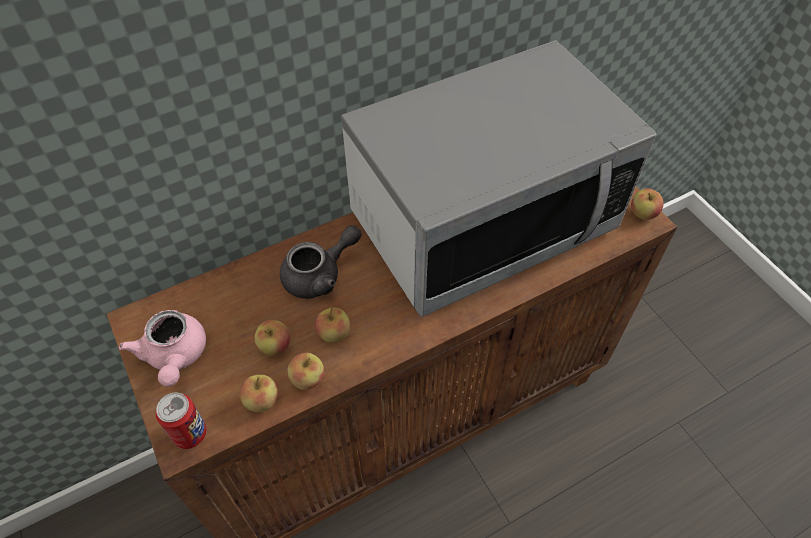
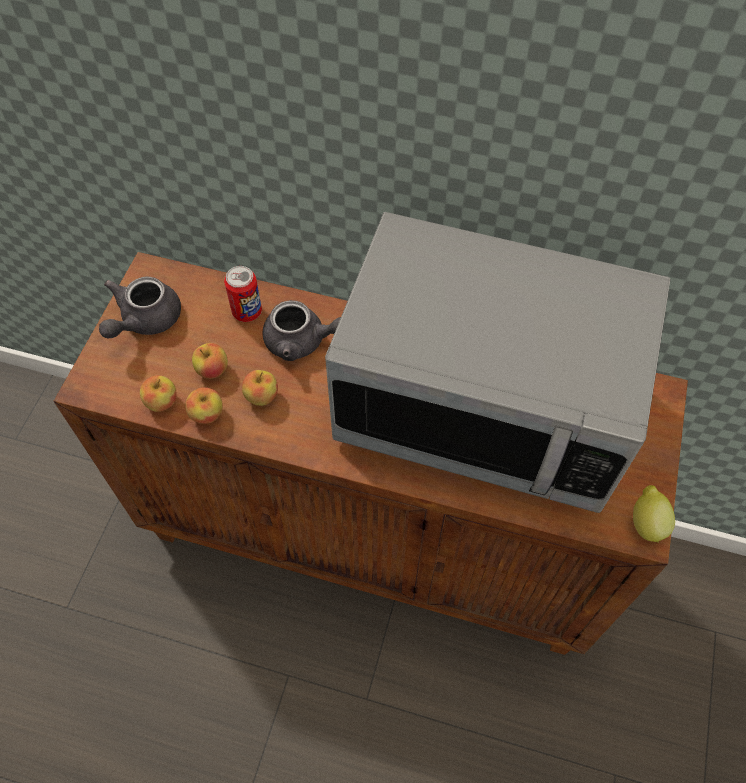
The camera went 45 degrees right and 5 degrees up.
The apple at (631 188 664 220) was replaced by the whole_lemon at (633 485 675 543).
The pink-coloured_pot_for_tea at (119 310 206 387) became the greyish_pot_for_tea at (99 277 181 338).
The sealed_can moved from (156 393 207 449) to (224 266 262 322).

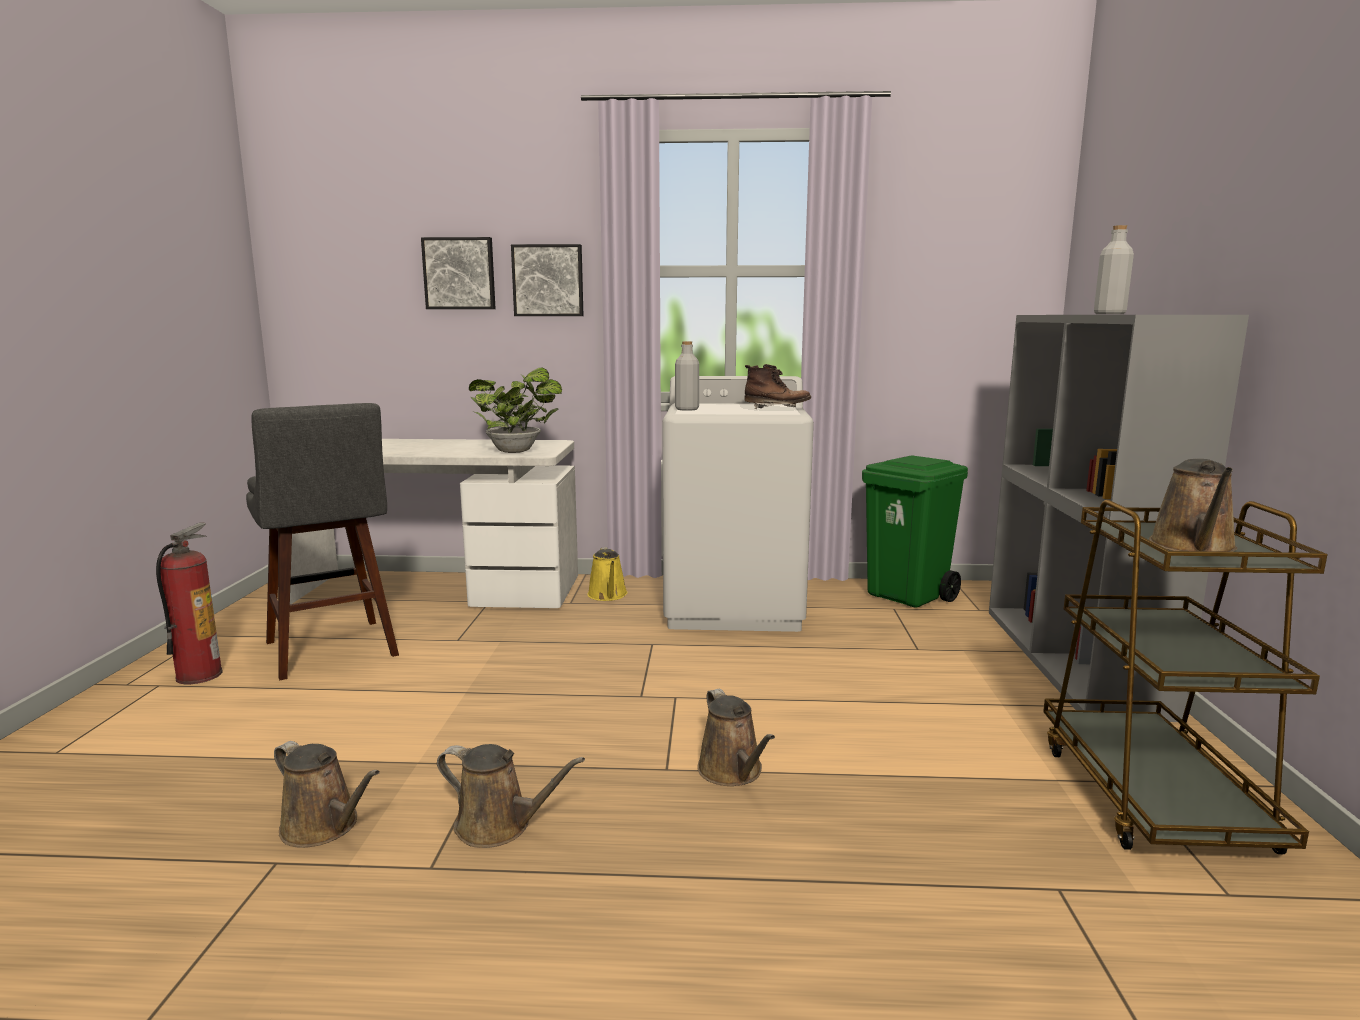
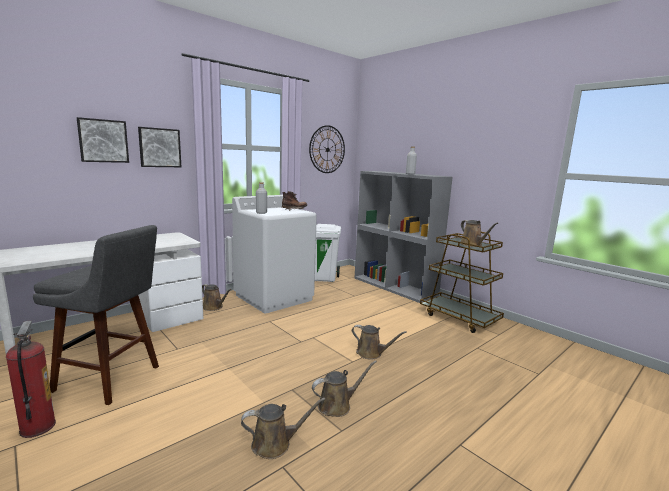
The camera went 45 degrees left and 0 degrees up.
The plant_in_a_pot at (469 367 562 453) disappeared.
The green-coloured_rubbish_bin at (862 455 968 608) became the white-coloured_rubbish_bin at (315 224 341 282).
The yellowish_sprinkling_can at (587 547 628 601) became the brown-coloured_sprinkling_can at (202 284 232 311).
The hanging_clock at (309 125 345 173) appeared.

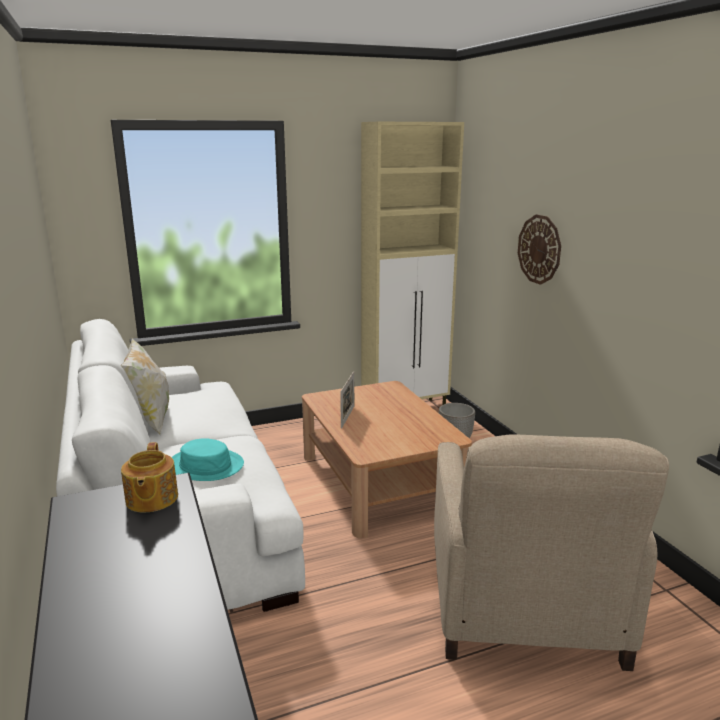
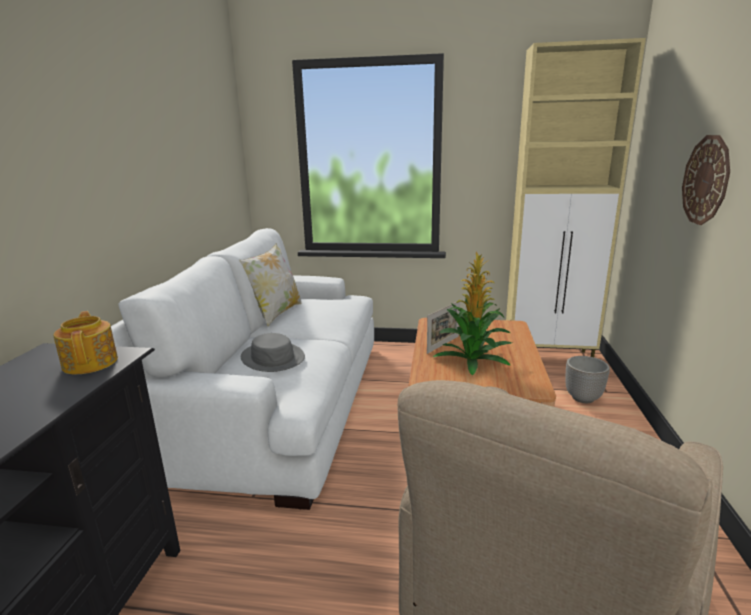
The camera went 30 degrees right and 0 degrees up.
The turquoise_hat at (172 438 244 481) became the greyish_hat at (241 333 305 372).
The pot_for_tea at (121 442 178 512) turned 135 degrees clockwise.
The plant_in_a_pot at (433 252 512 375) appeared.

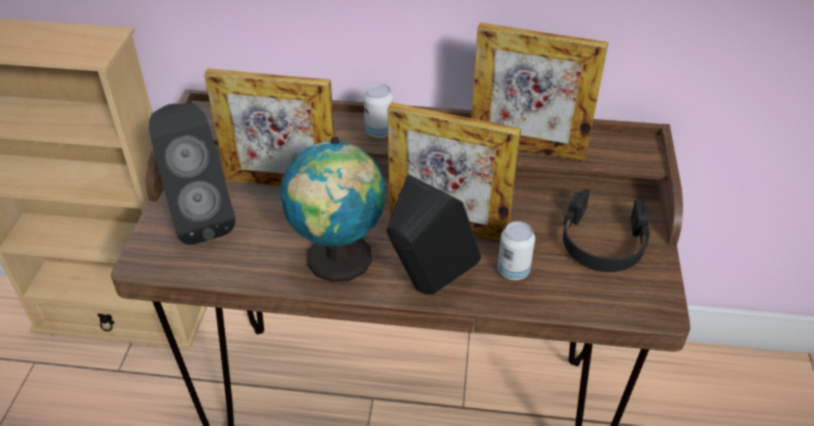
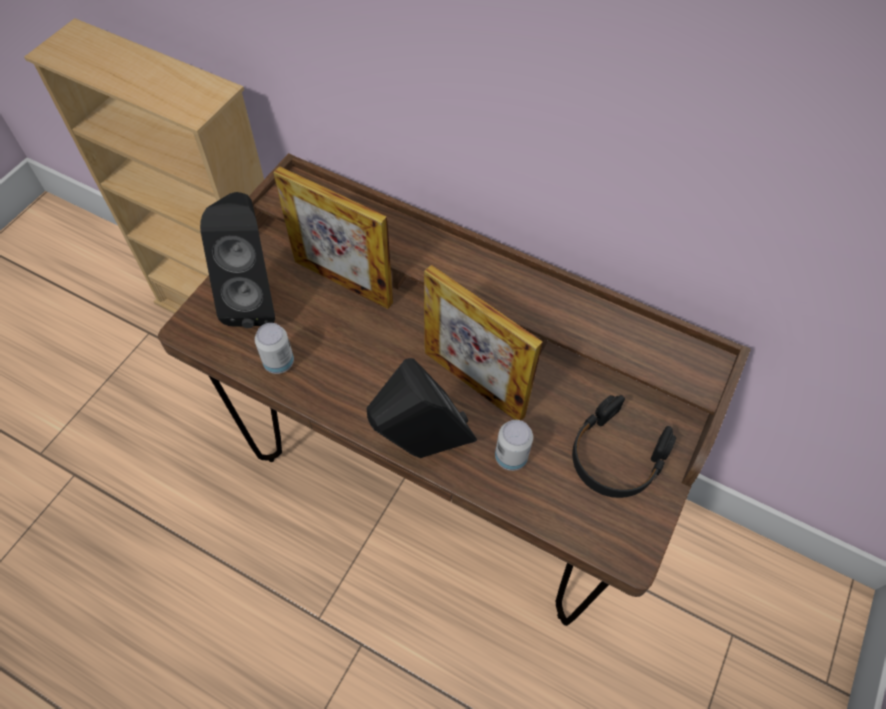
The camera went 20 degrees right and 15 degrees up.
The picture_frame at (471 23 609 162) disappeared.
The sealed_can moved from (364 83 394 138) to (255 323 294 374).
The world_globe at (280 137 386 282) disappeared.

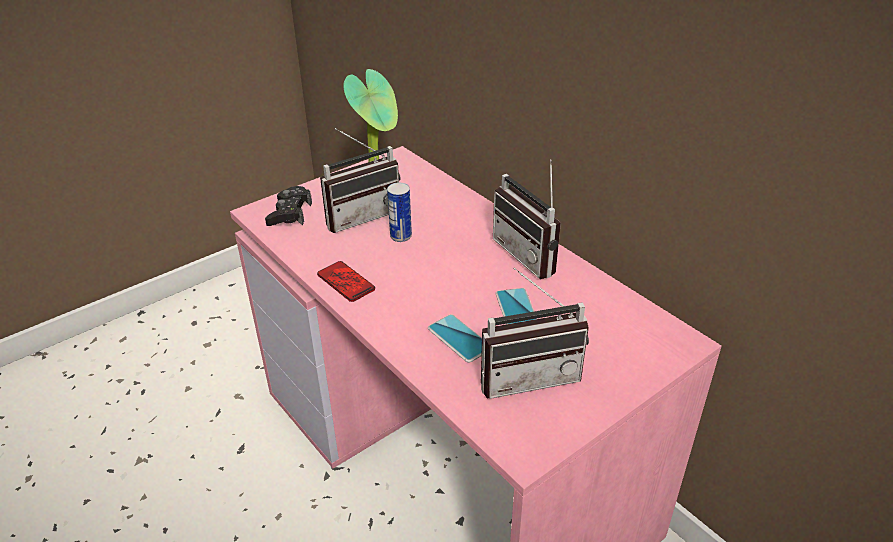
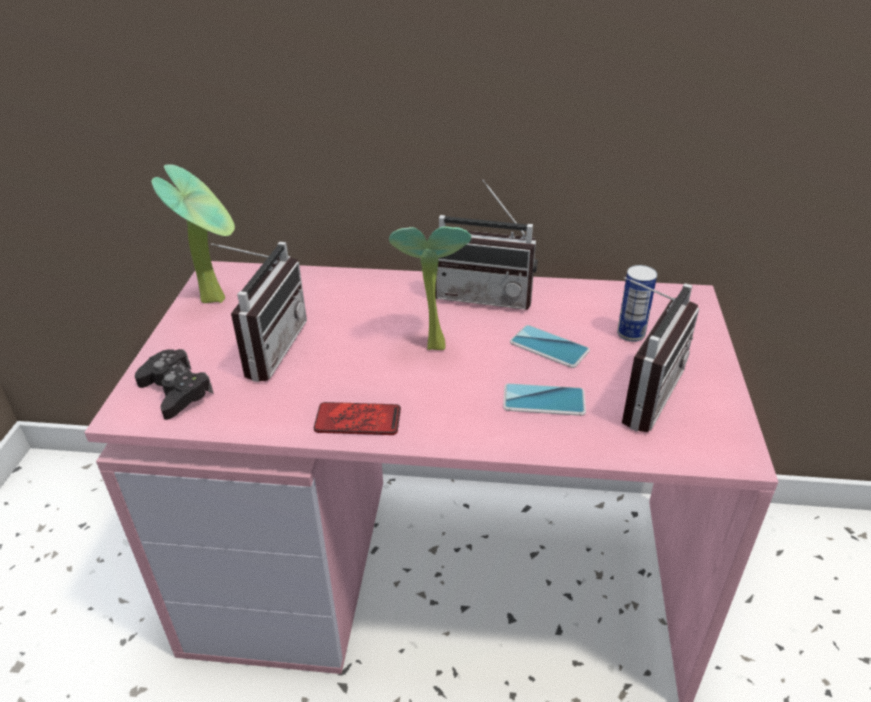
The camera went 45 degrees left and 0 degrees up.
The sealed_can moved from (387 183 412 242) to (617 265 657 342).
The plant_in_a_pot at (389 226 471 350) appeared.

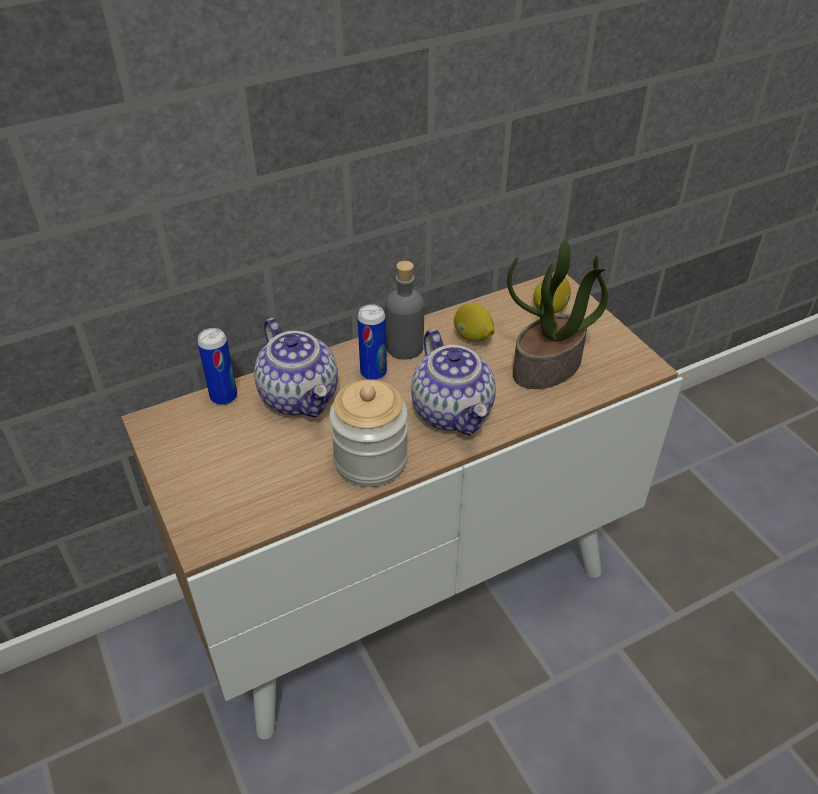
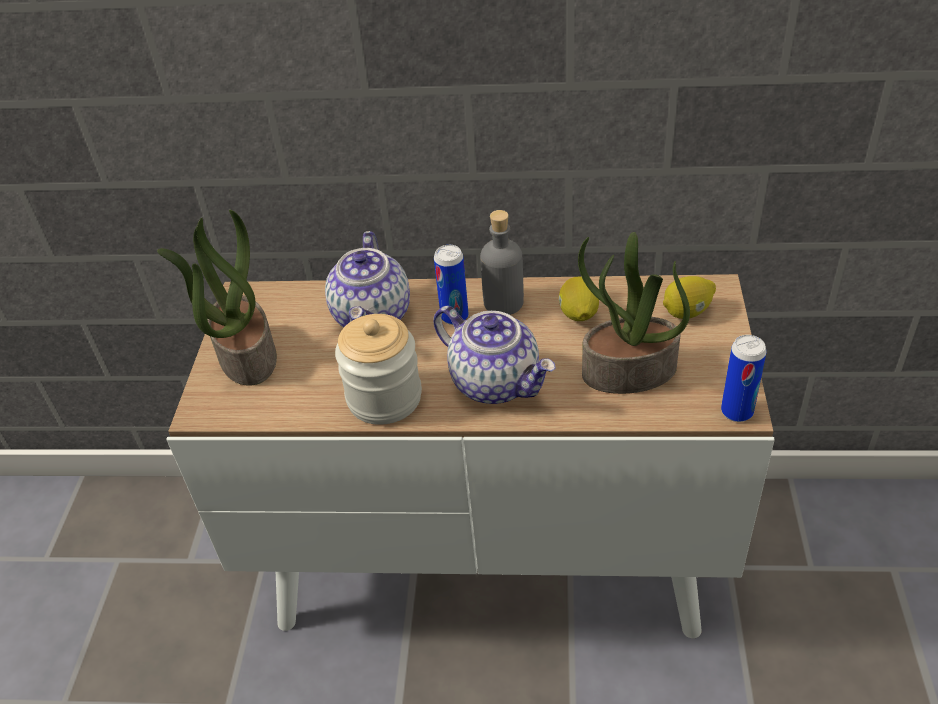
The camera went 35 degrees right and 0 degrees up.
The sealed_can moved from (197 328 237 405) to (721 335 767 422).
The pot_for_tea at (411 329 496 436) turned 60 degrees counterclockwise.
The plant_in_a_pot at (157 210 277 386) appeared.

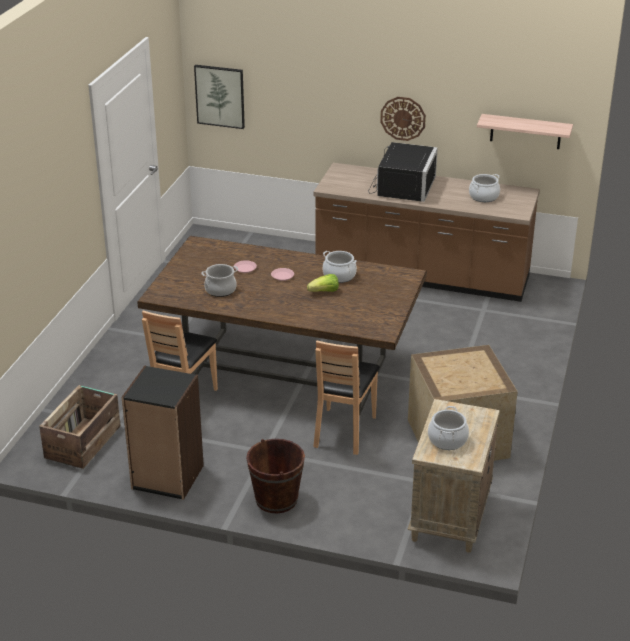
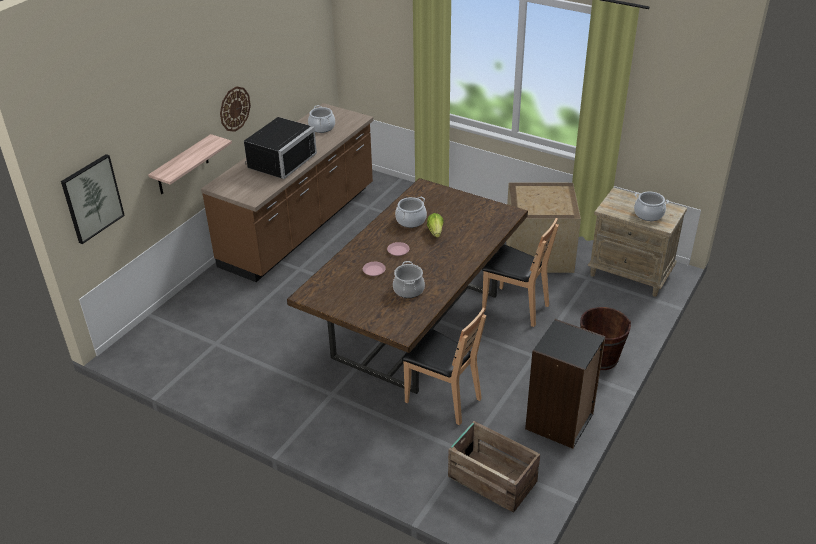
The camera went 75 degrees left and 5 degrees up.
The shelf moved from (477 114 573 149) to (148 134 232 194).
The blackish_microwave at (368 142 438 202) turned 90 degrees clockwise.

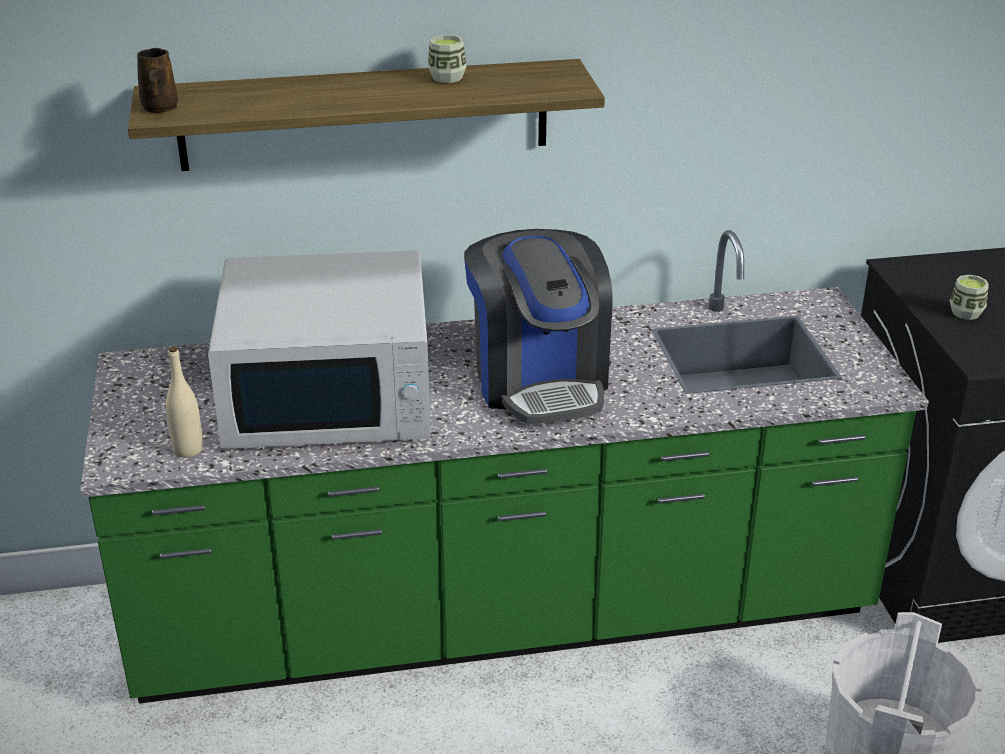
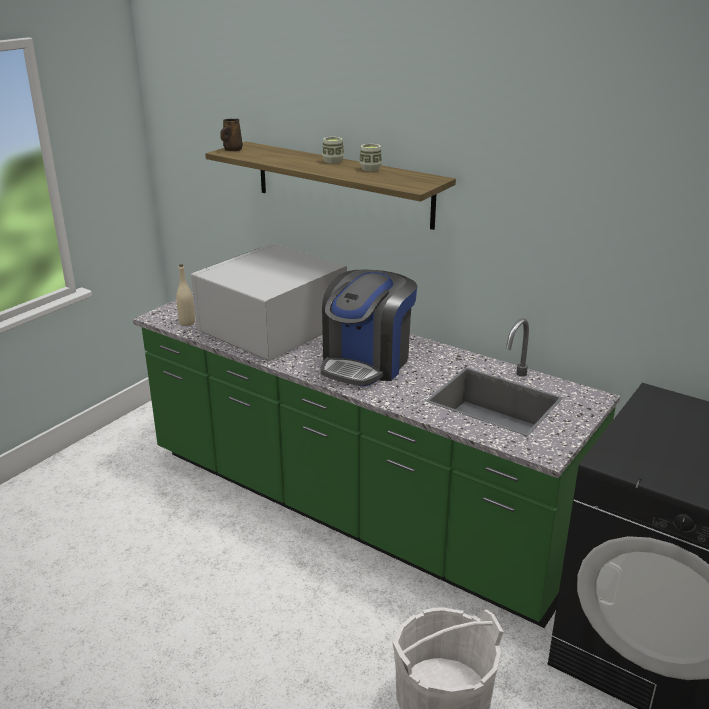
The camera went 45 degrees right and 5 degrees down.
The white-coloured_microwave at (208 250 431 449) turned 90 degrees clockwise.
The small_cup moved from (950 275 989 320) to (322 137 344 164).

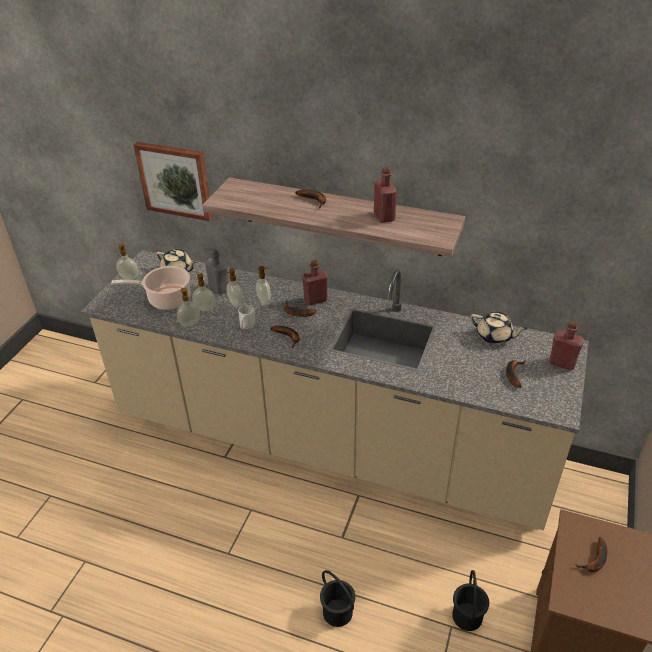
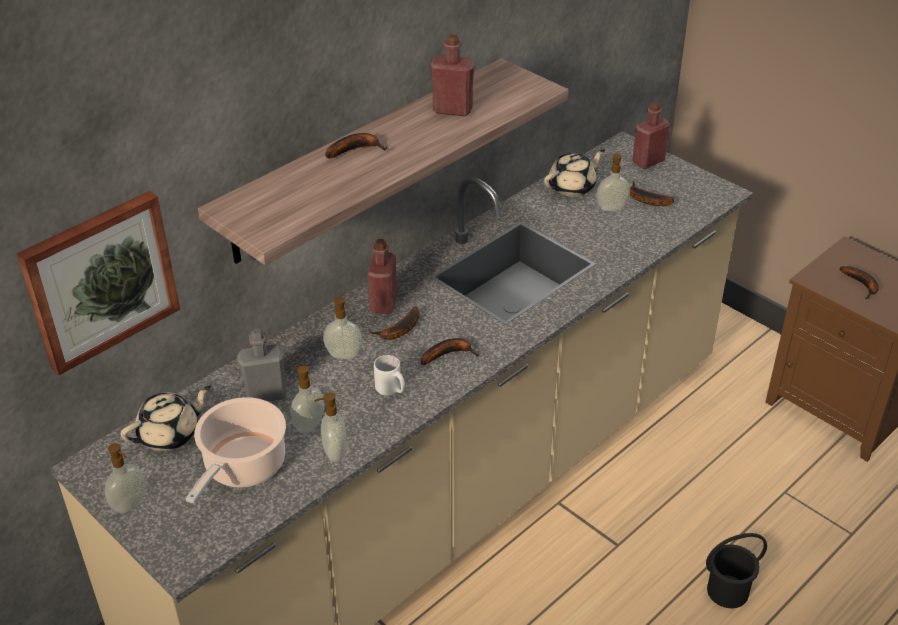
The camera went 65 degrees left and 0 degrees up.
The soap_bottle moved from (225 268 243 308) to (597 154 630 211).
The blackish_water_bucket at (452 570 489 631) disappeared.

